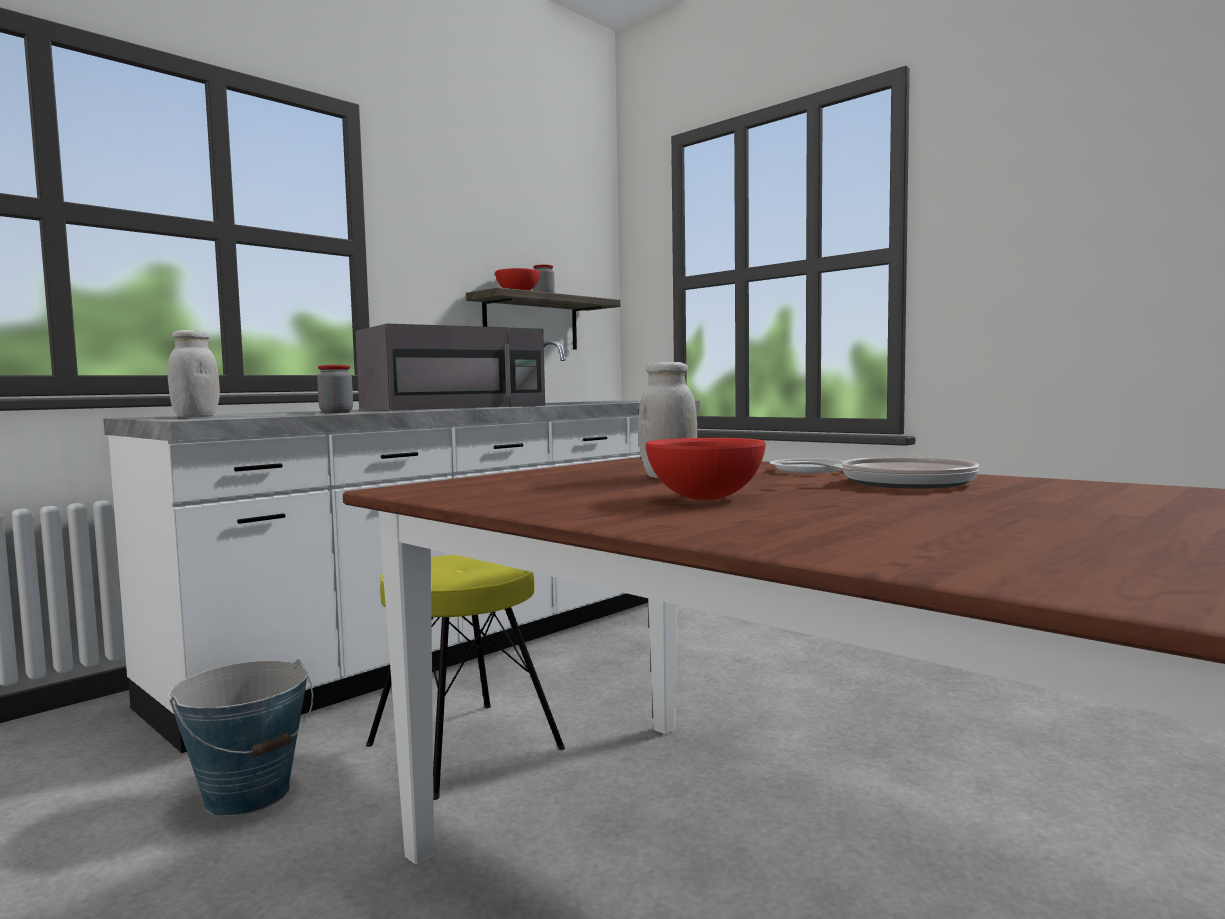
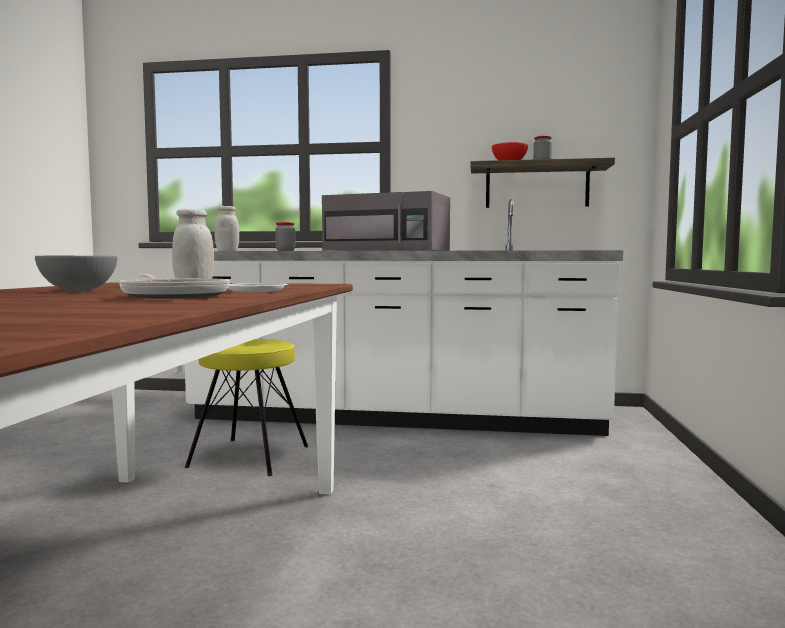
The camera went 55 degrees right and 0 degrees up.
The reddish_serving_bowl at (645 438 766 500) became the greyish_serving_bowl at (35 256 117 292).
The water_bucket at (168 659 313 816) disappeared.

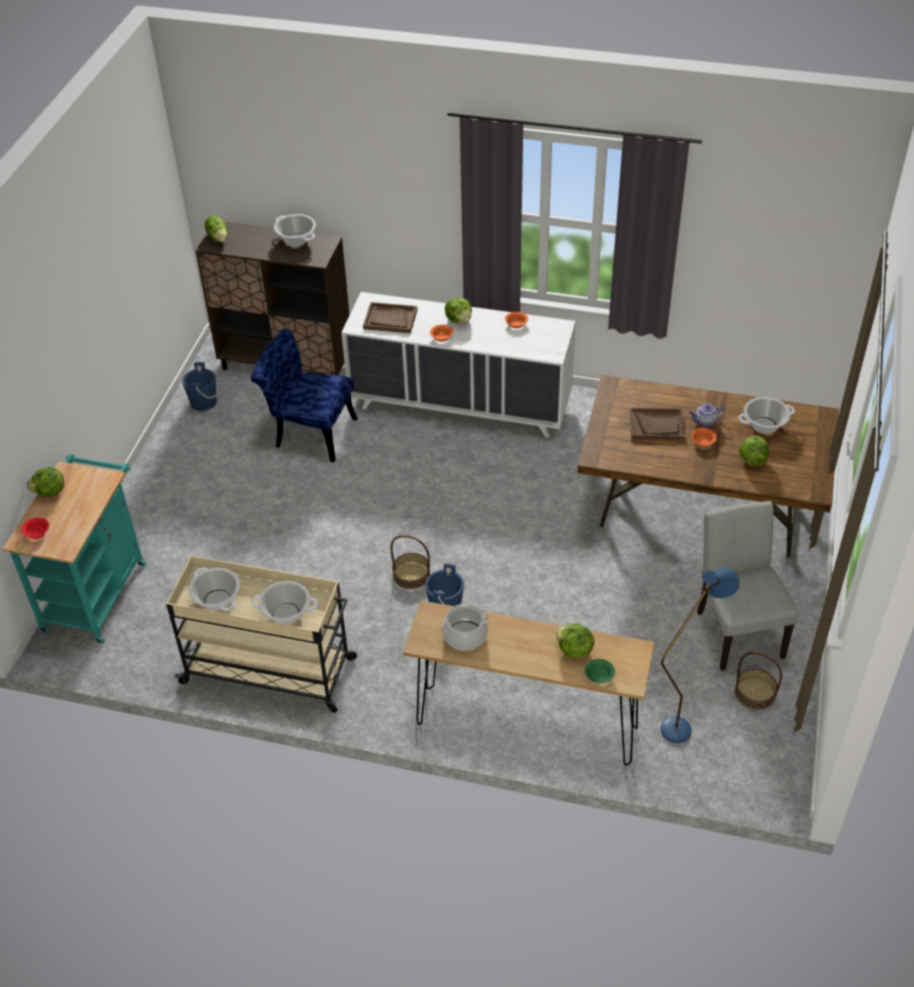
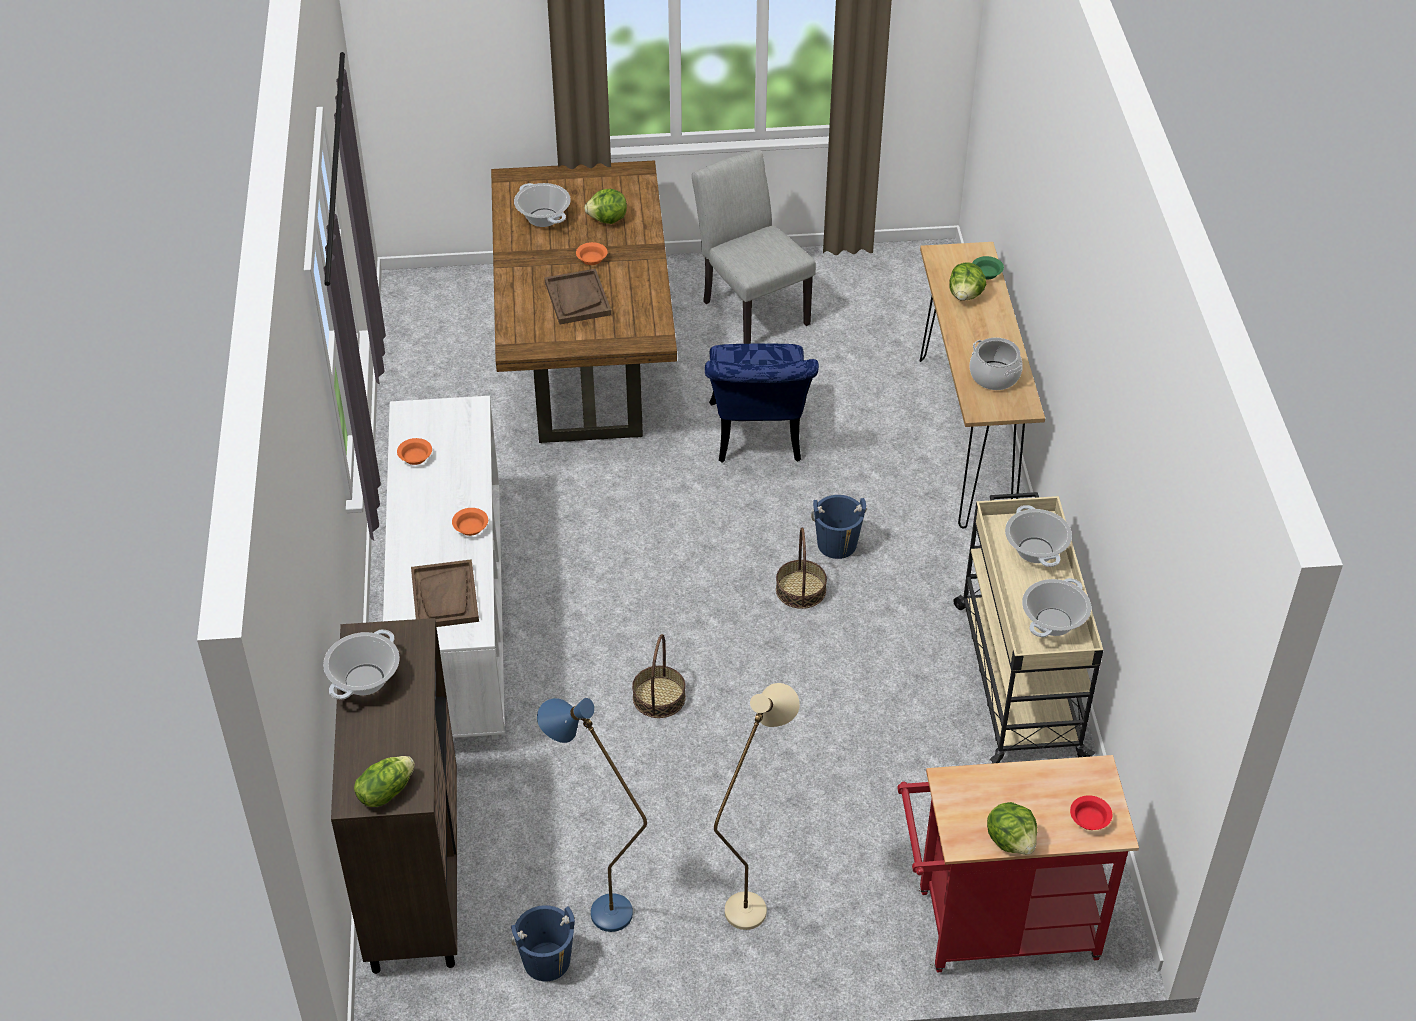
The camera went 110 degrees left and 0 degrees up.
The lettuce at (445 297 472 324) disappeared.
The bluish_upright_chair moved from (251 329 357 462) to (705 343 819 463).
The pot_for_tea at (690 404 724 427) disappeared.
The turquoise_trolley at (3 454 146 644) became the reddish_trolley at (897 755 1139 972).
The greyish_upright_chair at (697 501 799 671) turned 90 degrees clockwise.
The bluish_standard_lamp moved from (661 568 740 743) to (537 698 647 932).
The household_basket moved from (735 652 782 710) to (632 634 686 718).
The sand-coloured_standard_lamp at (714 683 800 930) appeared.

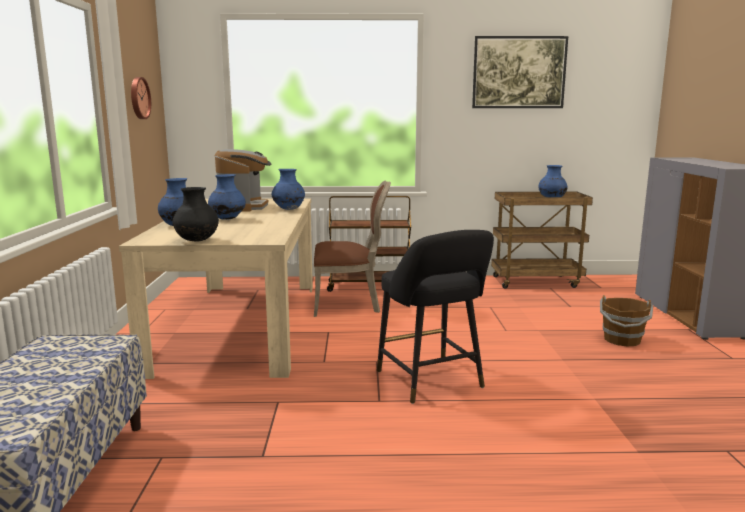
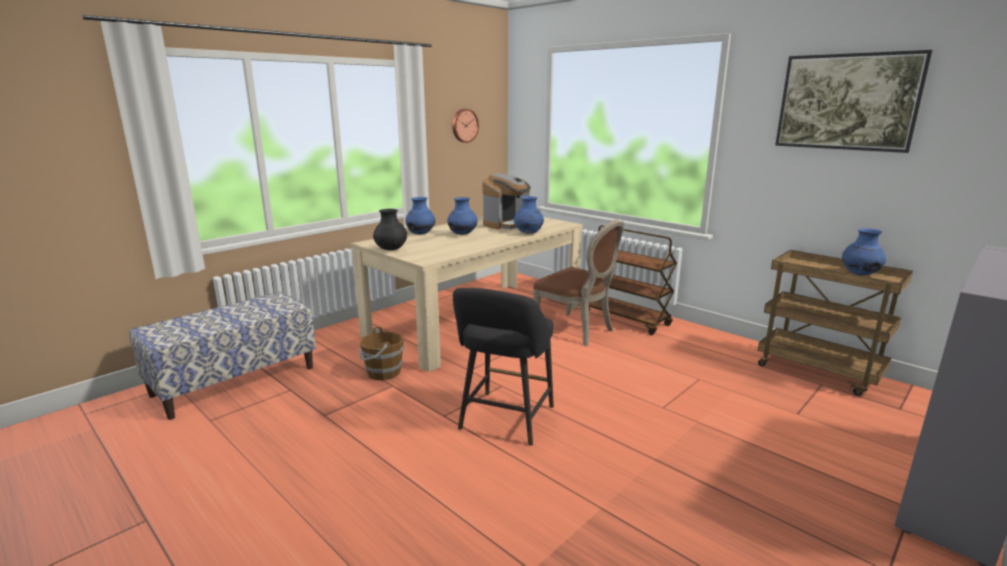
The camera went 45 degrees right and 5 degrees up.
The brown-coloured_water_bucket moved from (600 295 653 347) to (359 327 404 380).

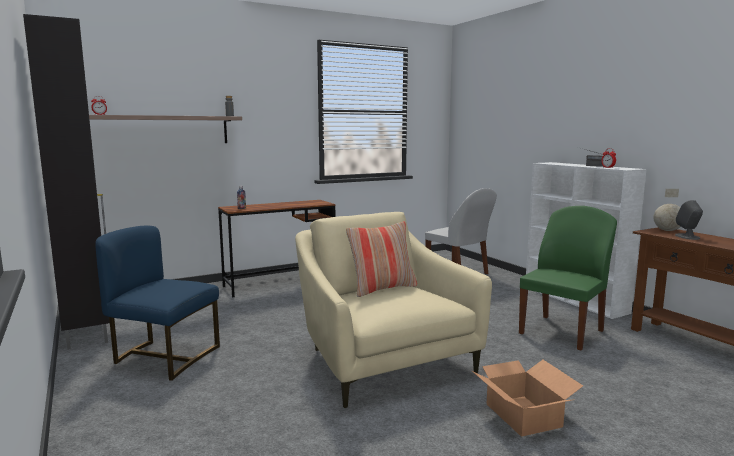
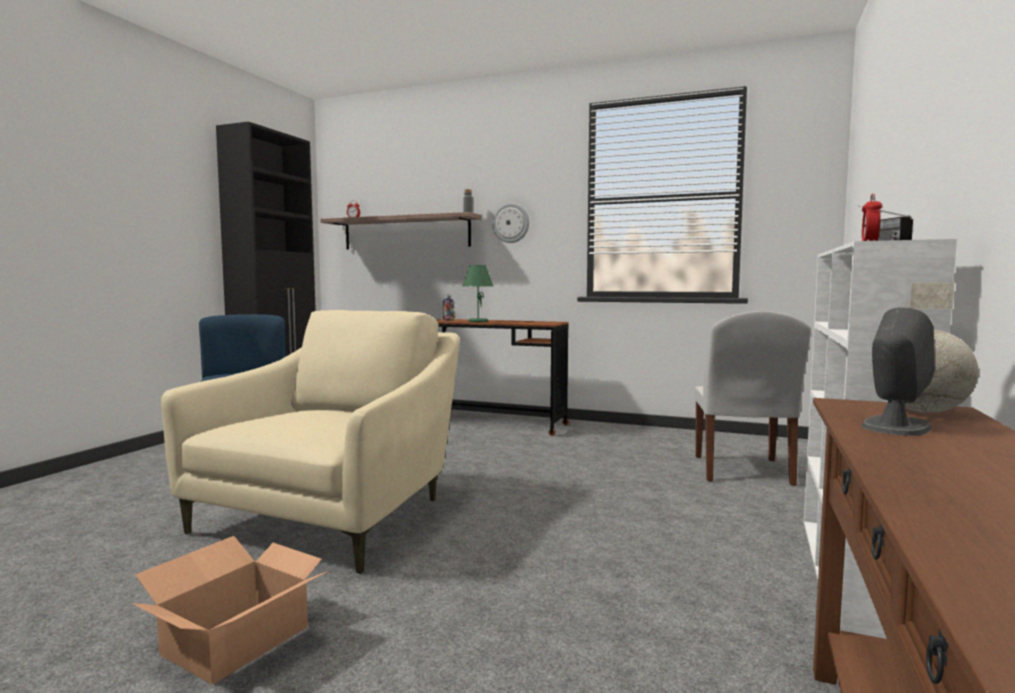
The camera went 50 degrees right and 5 degrees down.
The green-coloured_upright_chair at (519 206 617 350) disappeared.
The pillow at (346 221 417 297) disappeared.
The hanging_clock at (492 203 529 243) appeared.
The green-coloured_table_lamp at (463 265 493 322) appeared.

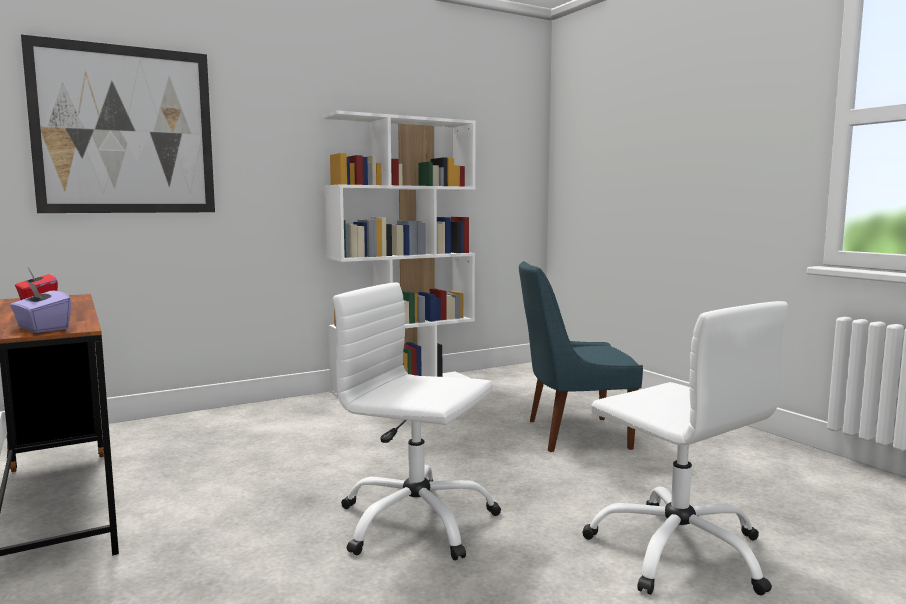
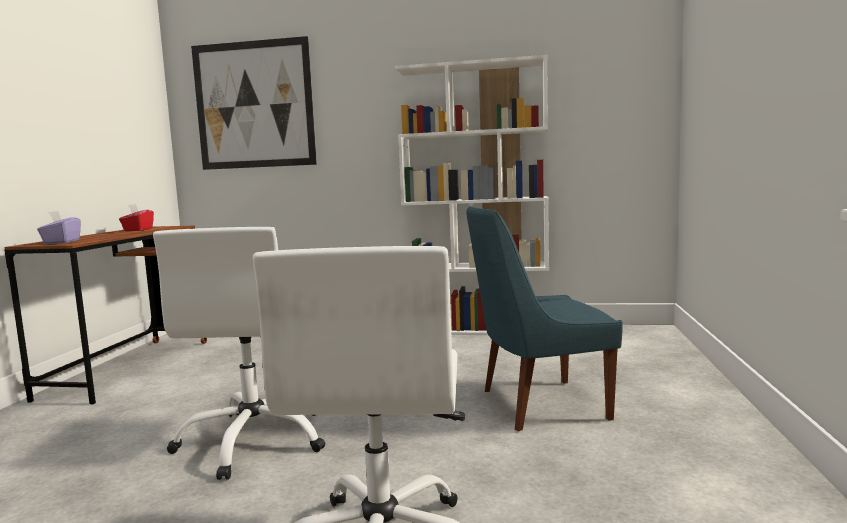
The camera went 40 degrees right and 0 degrees up.
The bluish_upright_chair at (519 261 643 452) turned 45 degrees counterclockwise.
The white-coloured_computer_chair at (333 282 501 561) turned 150 degrees counterclockwise.

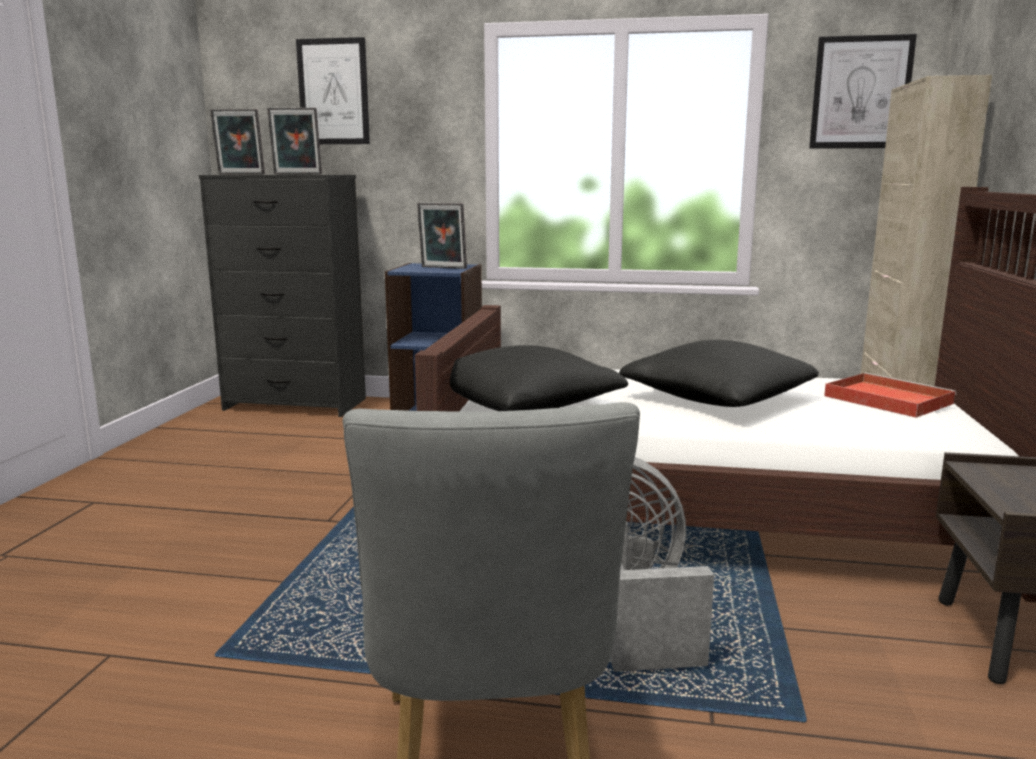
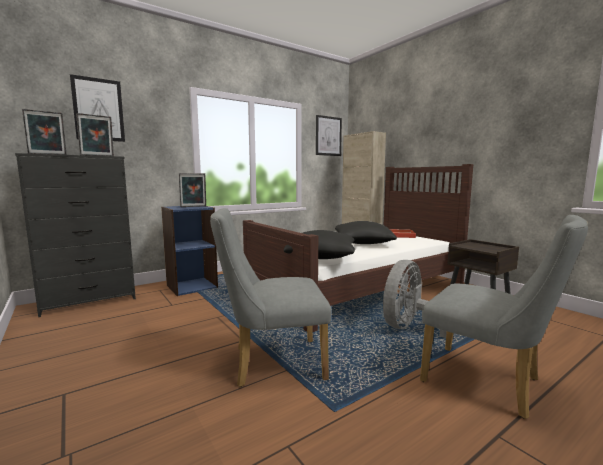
The camera went 45 degrees left and 5 degrees down.
The greyish_upright_chair at (210 208 332 387) appeared.

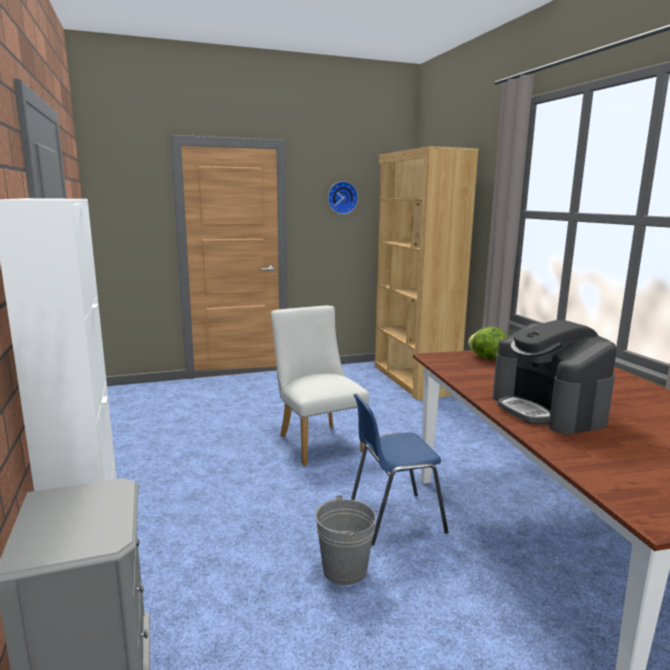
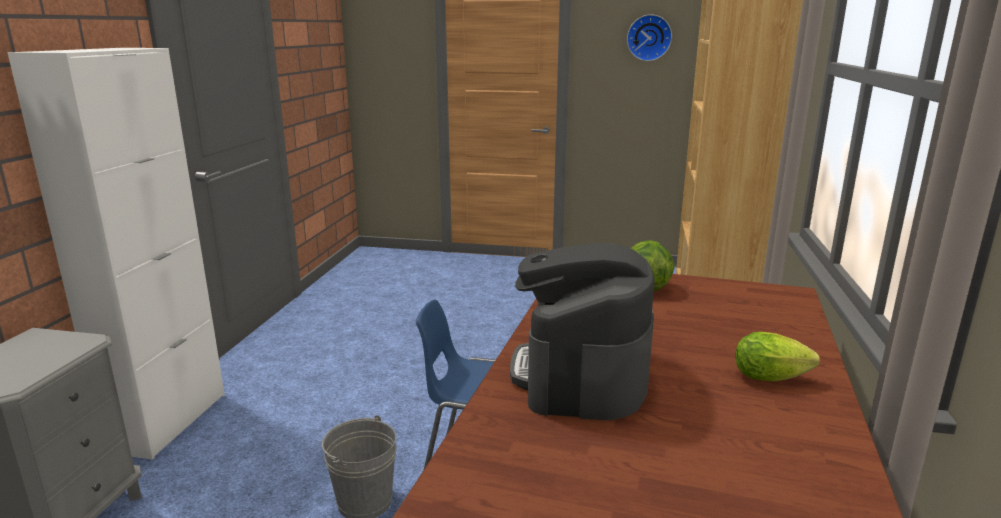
The camera went 30 degrees right and 5 degrees up.
The white-coloured_upright_chair at (271 306 369 466) disappeared.
The lettuce at (736 332 820 381) appeared.

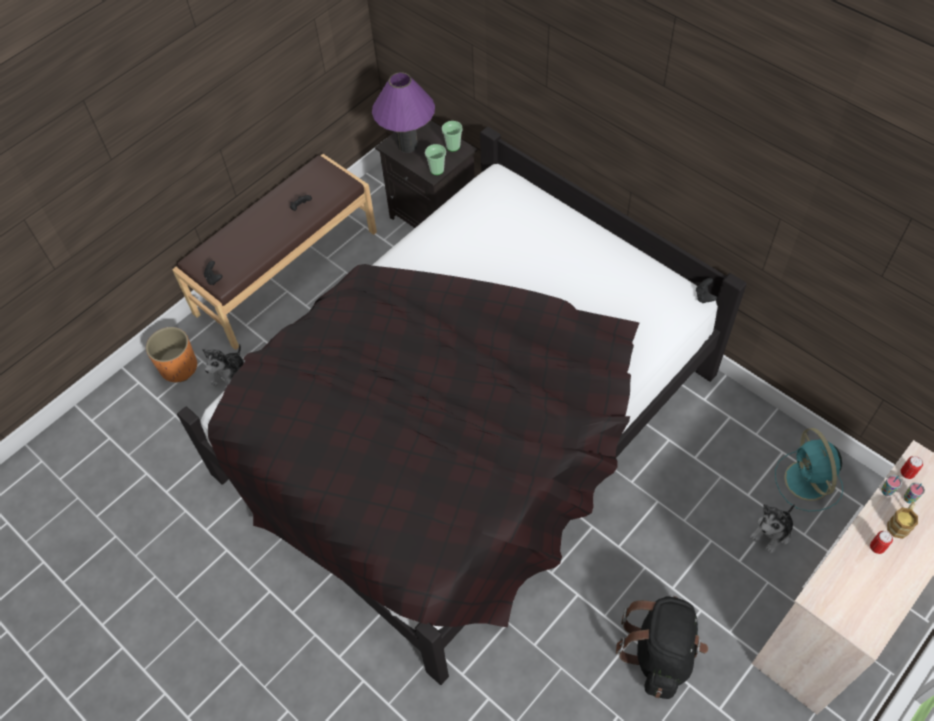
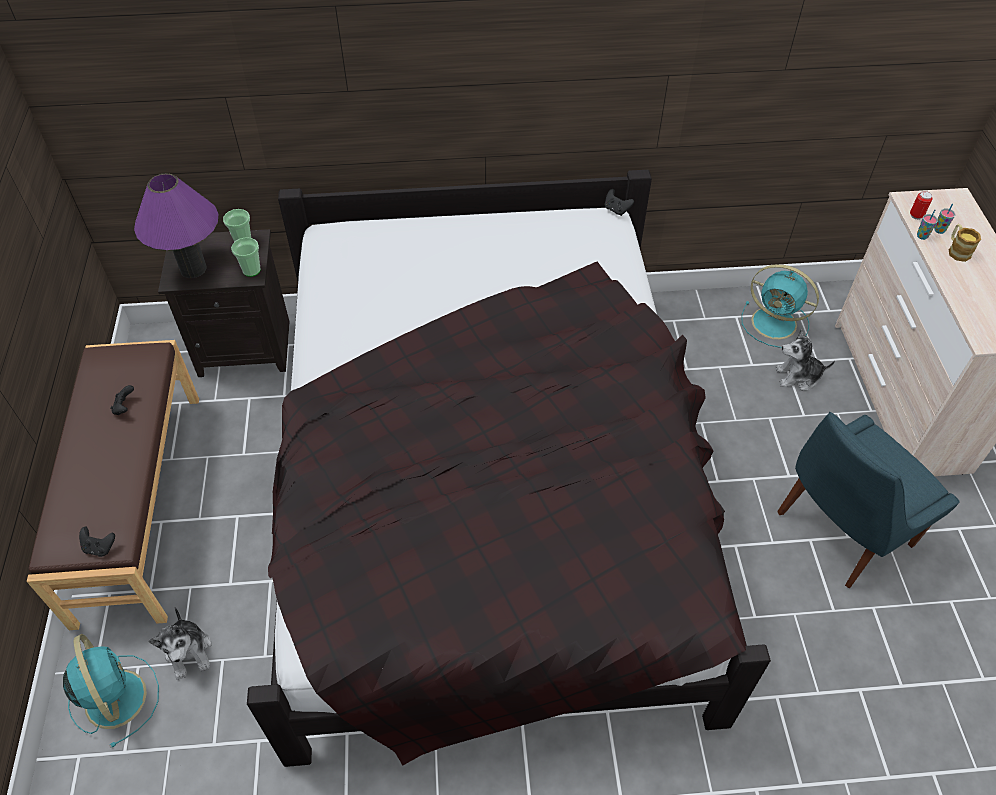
The camera went 50 degrees left and 5 degrees down.
The orange_flower_pot at (146 327 197 382) was replaced by the turquoise_fan at (63 634 159 748).
The soft_toy at (750 504 795 554) turned 90 degrees clockwise.
The sealed_can at (870 531 893 554) disappeared.
The blackish_rucksack at (616 596 708 699) was replaced by the bluish_upright_chair at (777 412 960 588).

